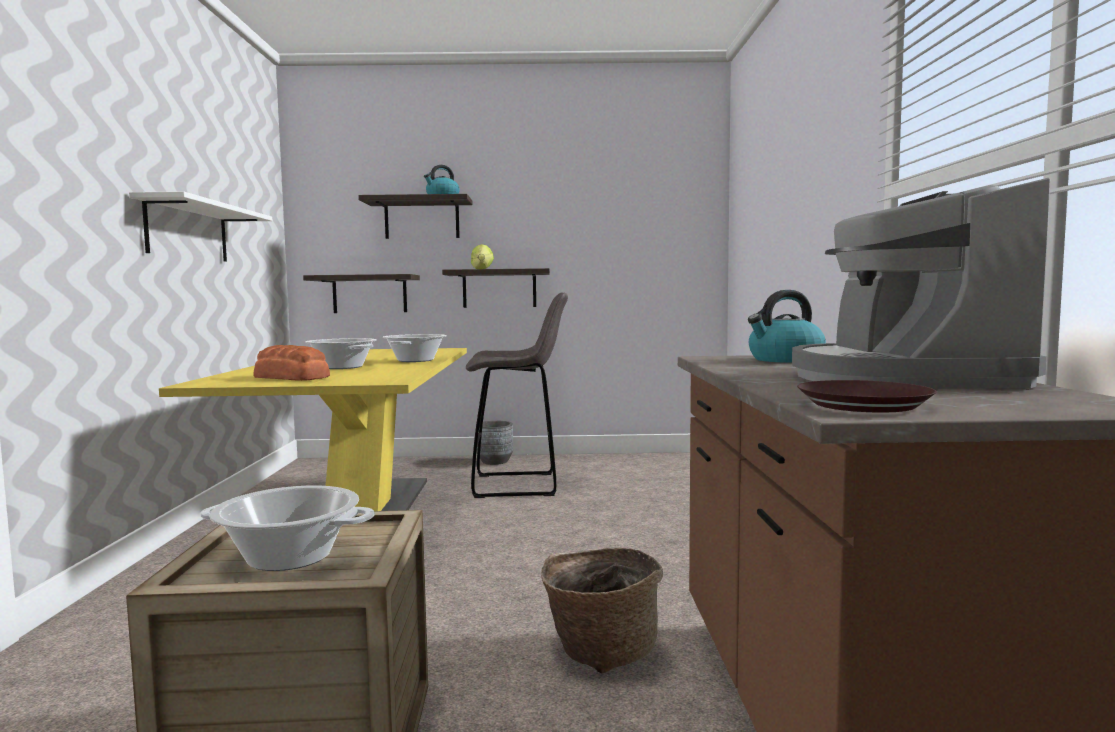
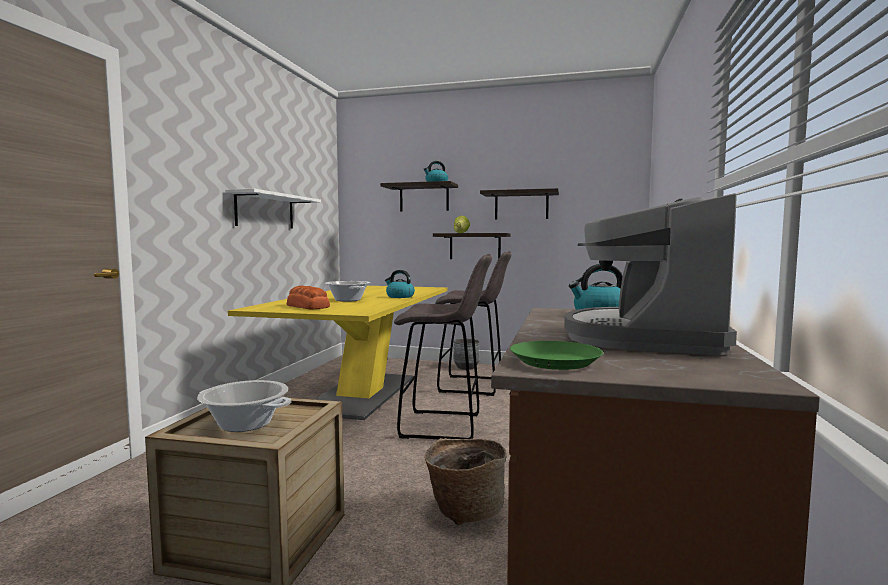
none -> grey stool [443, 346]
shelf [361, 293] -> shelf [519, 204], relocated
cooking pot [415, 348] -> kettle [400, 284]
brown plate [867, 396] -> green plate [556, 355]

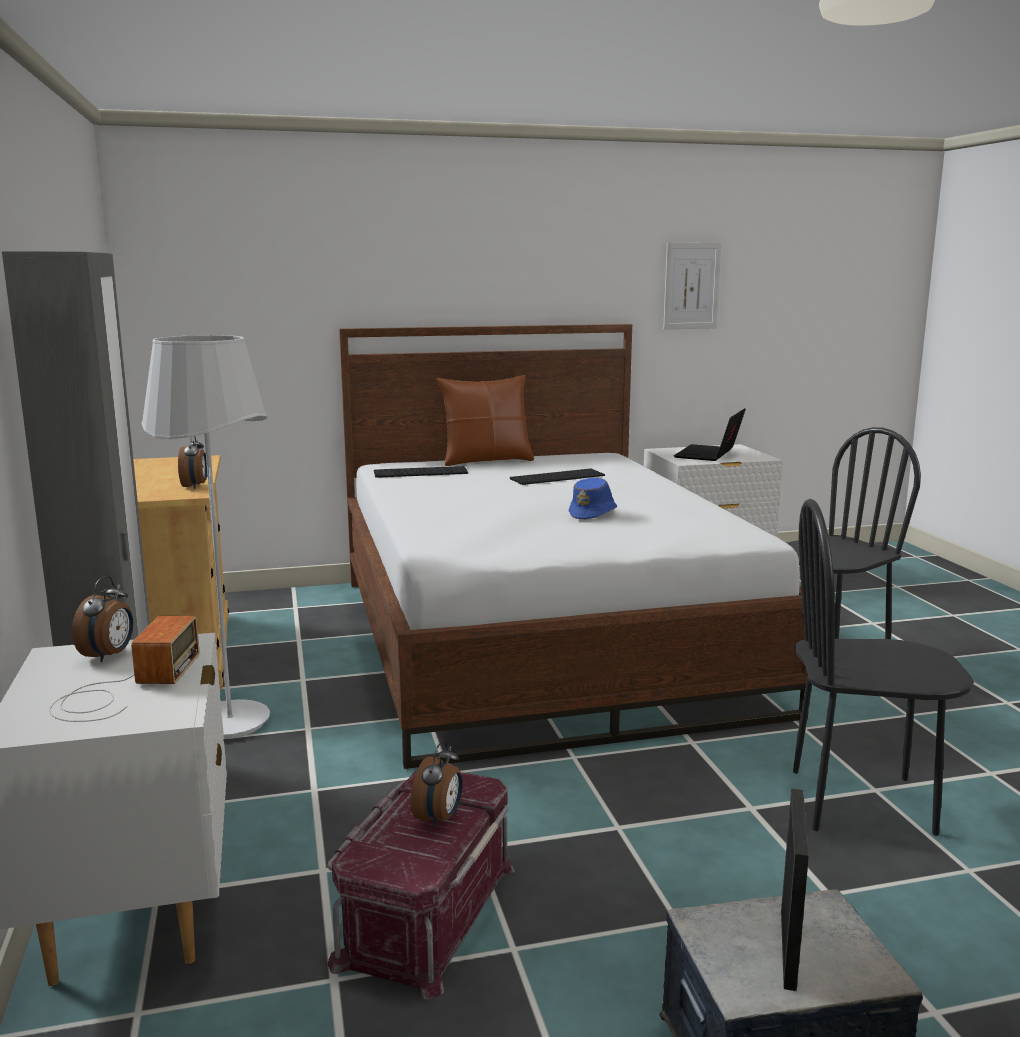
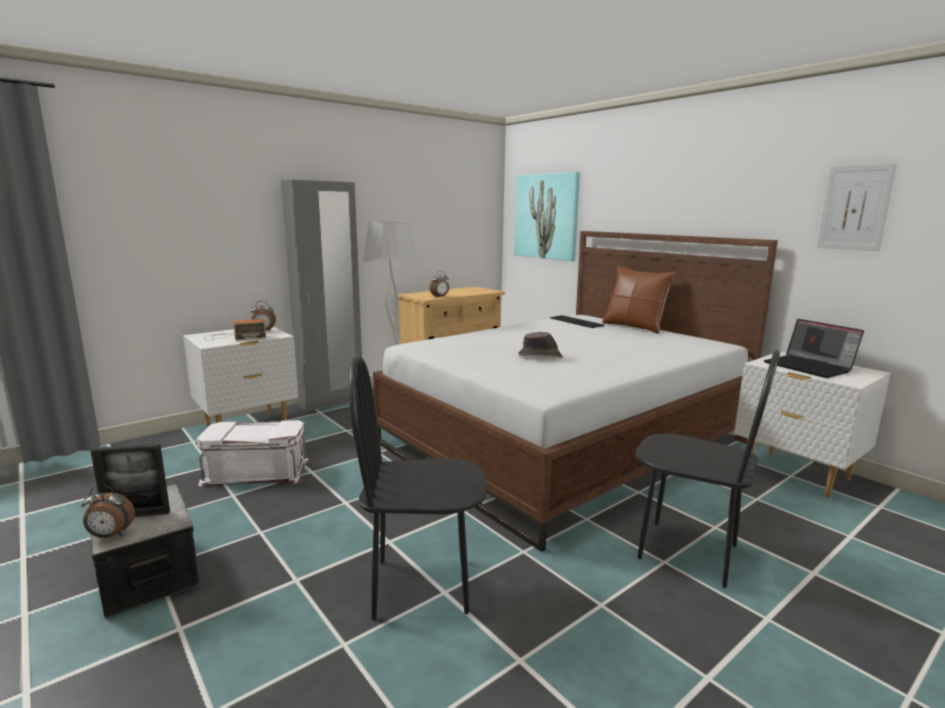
keyboard [557, 476] -> none
none -> picture [547, 216]
alarm clock [437, 784] -> alarm clock [108, 511], relocated
red storage box [421, 885] -> white storage box [253, 453]
blue hat [593, 498] -> brown hat [540, 345]
laptop [710, 434] -> laptop [814, 348], 120 degrees counterclockwise
black chair [883, 667] -> black chair [418, 487], 75 degrees counterclockwise

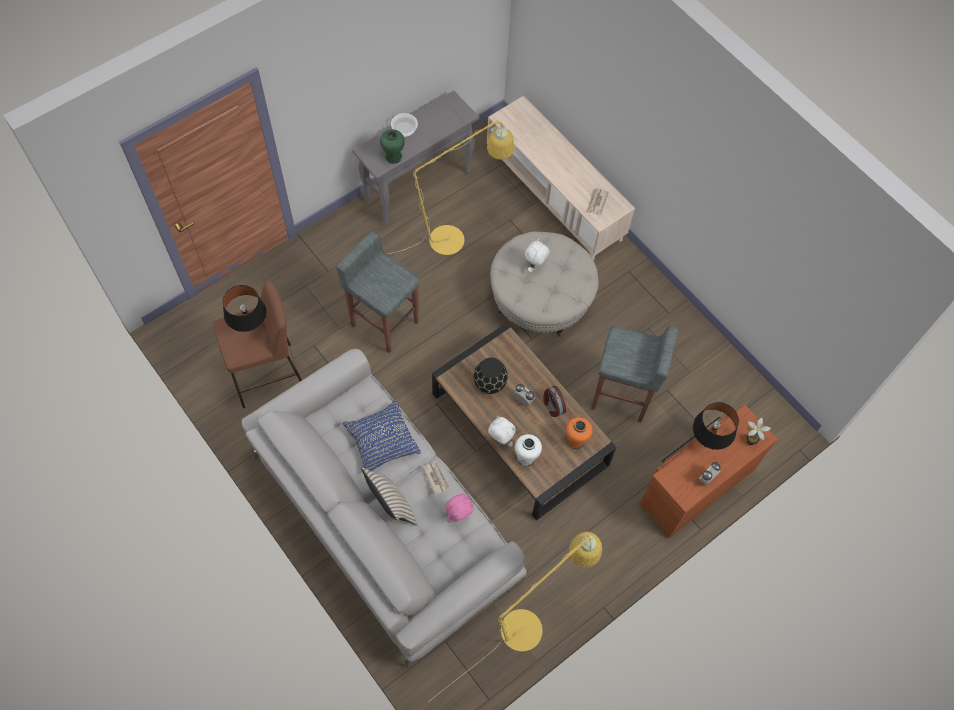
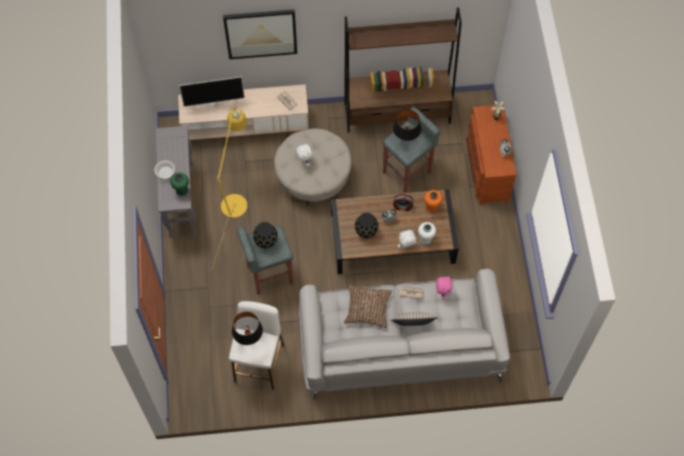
yellow floor lamp [515, 617] -> none
none -> television [212, 92]
none -> picture [260, 34]
none -> black vase [265, 235]
none -> brown bookcase [403, 69]
black table lamp [716, 426] -> black table lamp [407, 125], relocated
brown stool [257, 344] -> white stool [256, 345]
blue pillow [382, 435] -> brown pillow [368, 306]

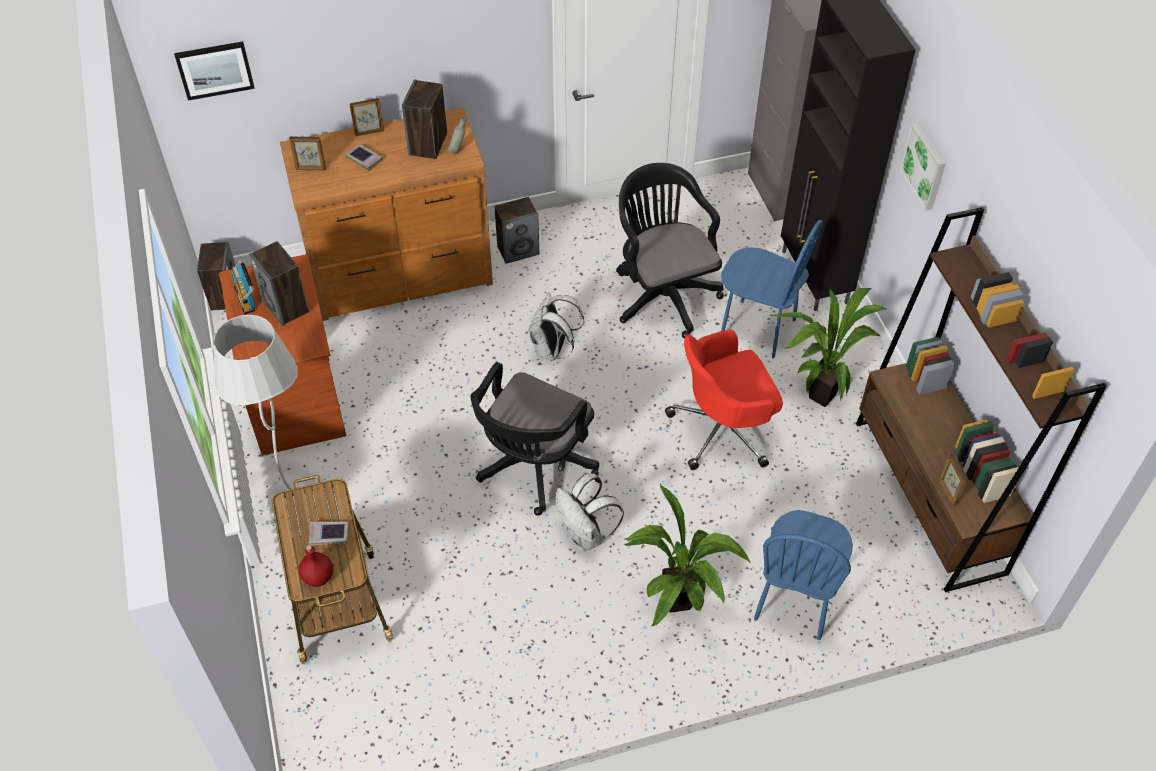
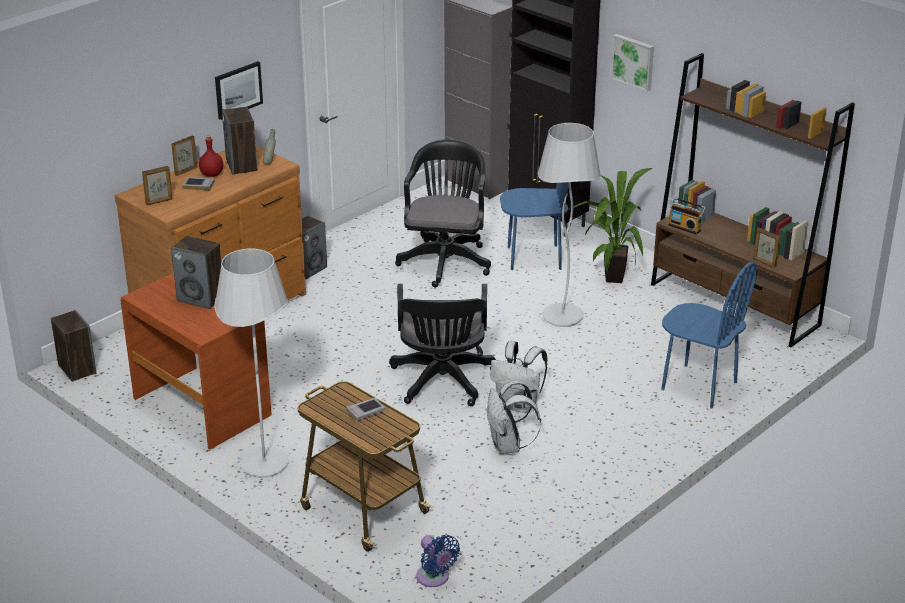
potted plant [687, 555] -> none
none -> blue fan [438, 561]
picture [214, 71] -> picture [239, 90], relocated
radio [243, 287] -> radio [687, 216], relocated
red bottle [315, 566] -> red bottle [211, 156], relocated
white backpack [556, 326] -> white backpack [514, 417], relocated
red office chair [724, 400] -> white floor lamp [569, 225]
black office chair [670, 250] -> black office chair [443, 213], 60 degrees clockwise
blue chair [803, 575] -> blue chair [709, 335], 45 degrees counterclockwise

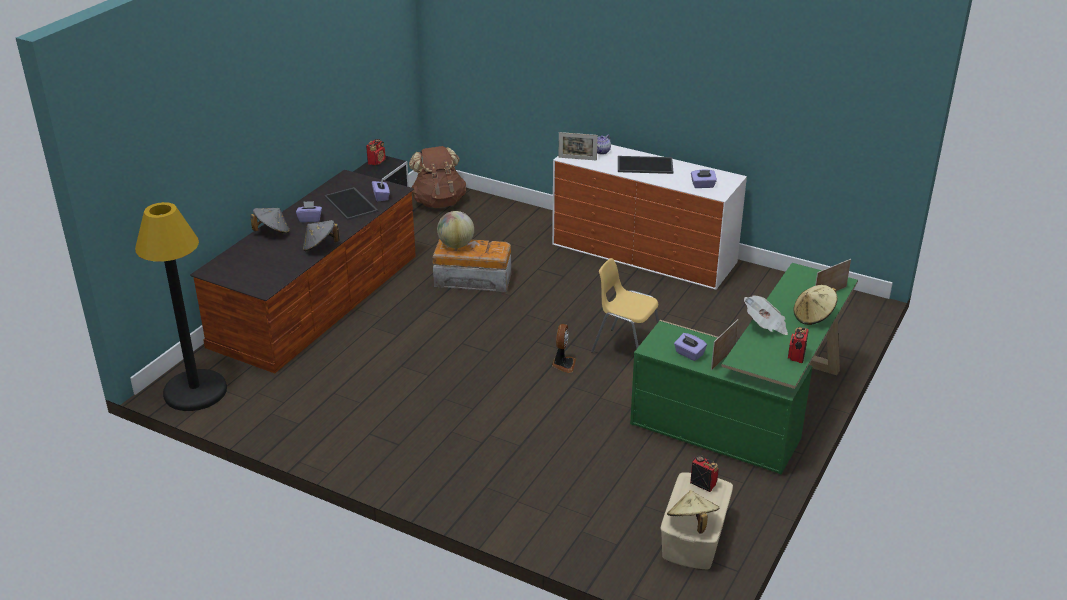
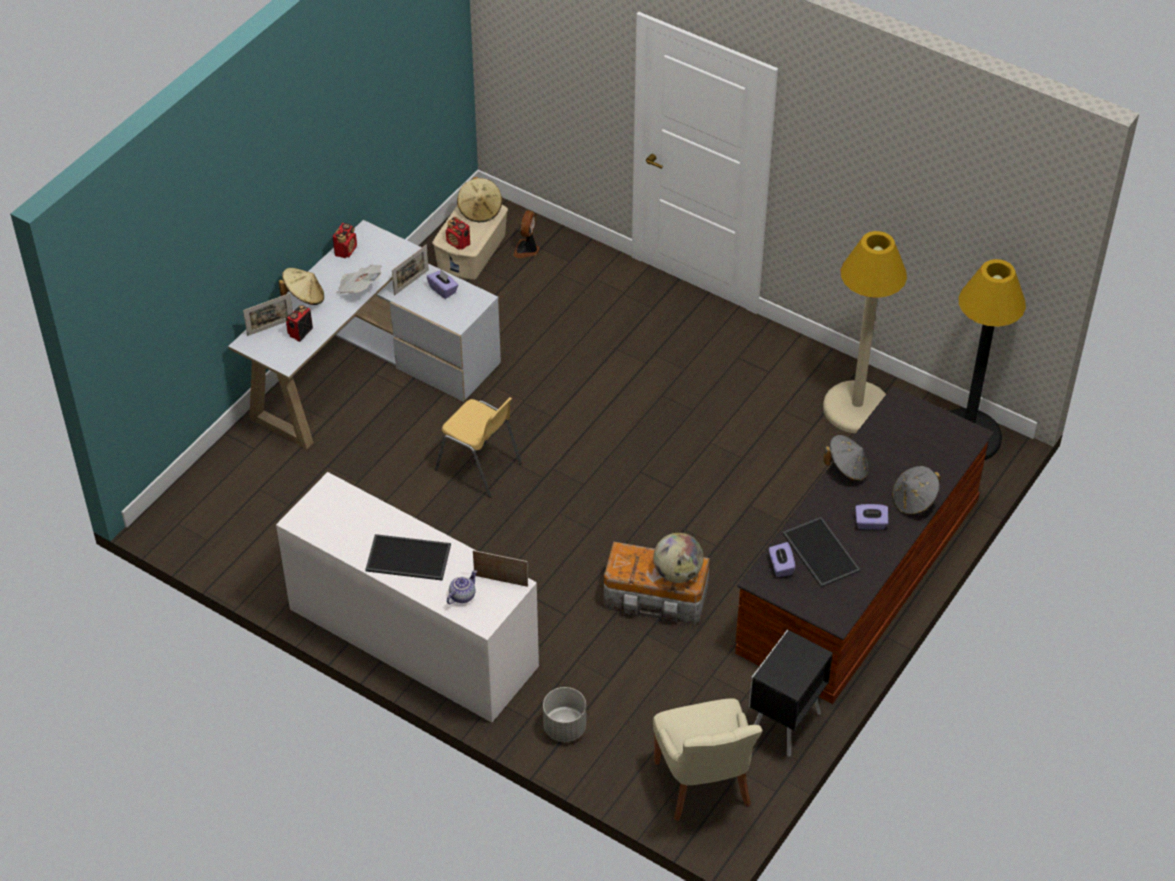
purple tissue box [704, 179] -> none
none -> grey planter [564, 714]
none -> beige floor lamp [865, 332]
radio [376, 152] -> radio [299, 323], relocated
fan [564, 348] -> fan [526, 234], relocated
brown backpack [437, 177] -> beige chair [708, 759]
green desk [744, 368] -> white desk [364, 334]

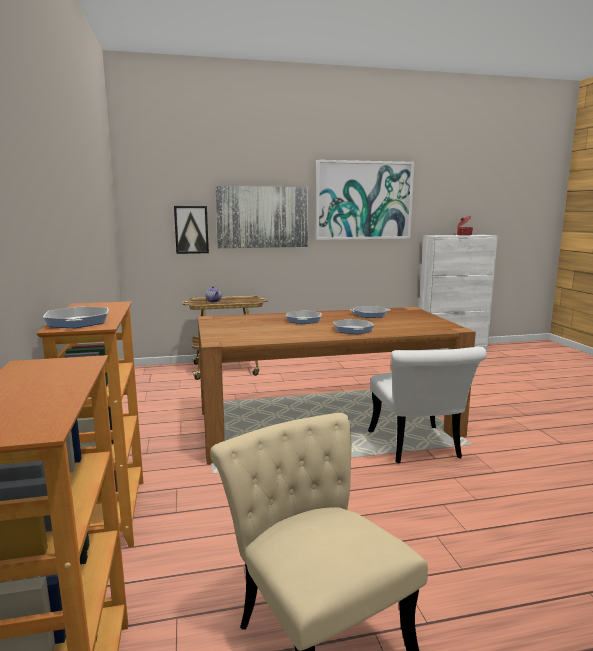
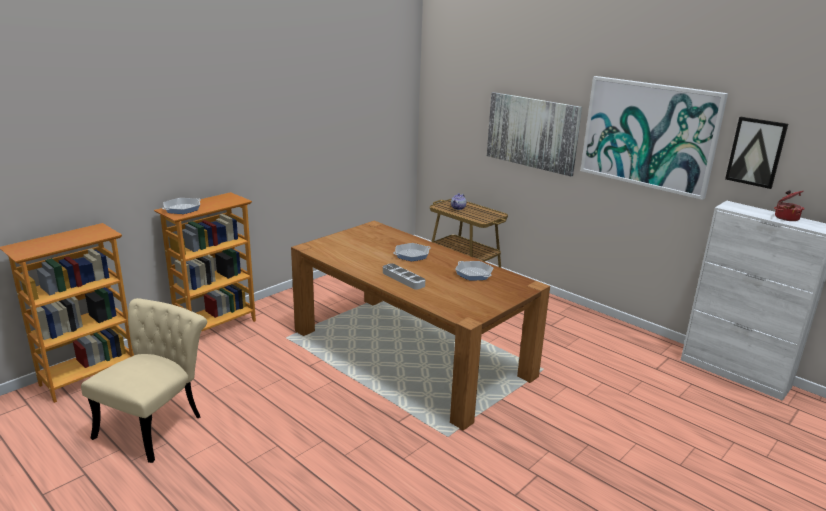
white chair [427, 405] -> none
picture [191, 230] -> picture [756, 153], relocated
frying pan [353, 326] -> grey tray [404, 276]

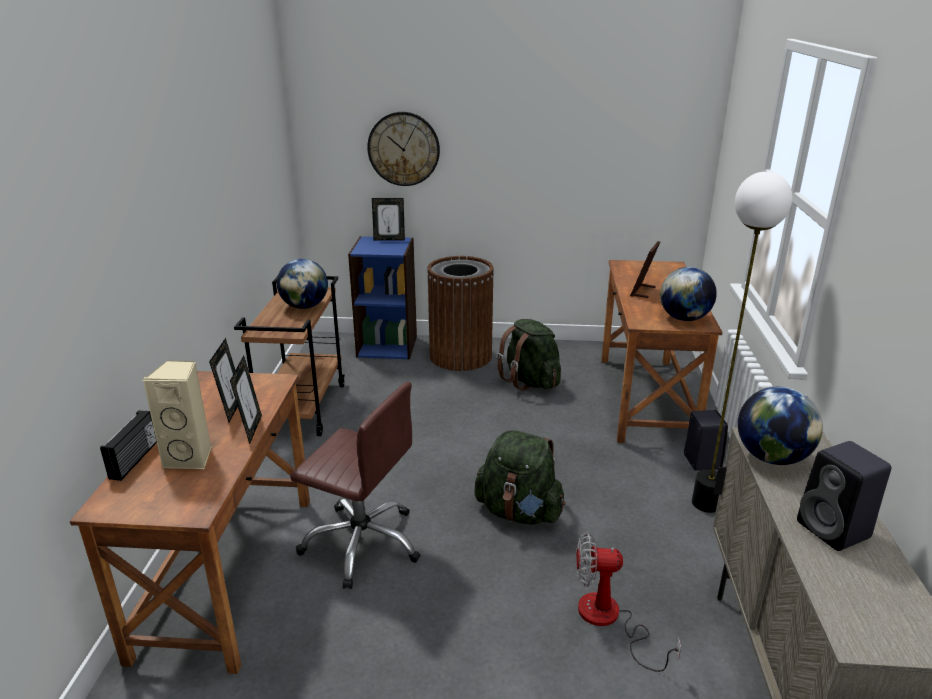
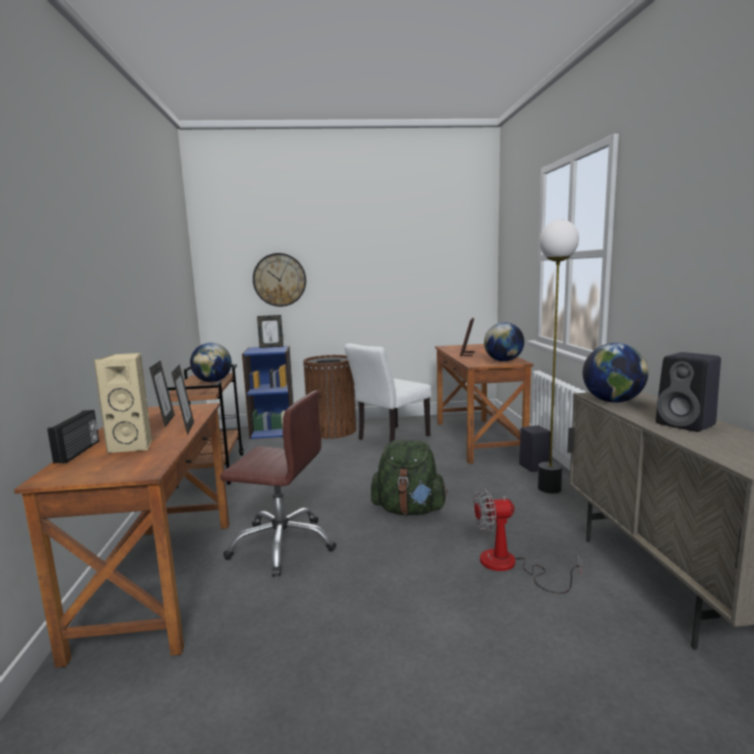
green backpack [529, 355] -> white chair [388, 392]

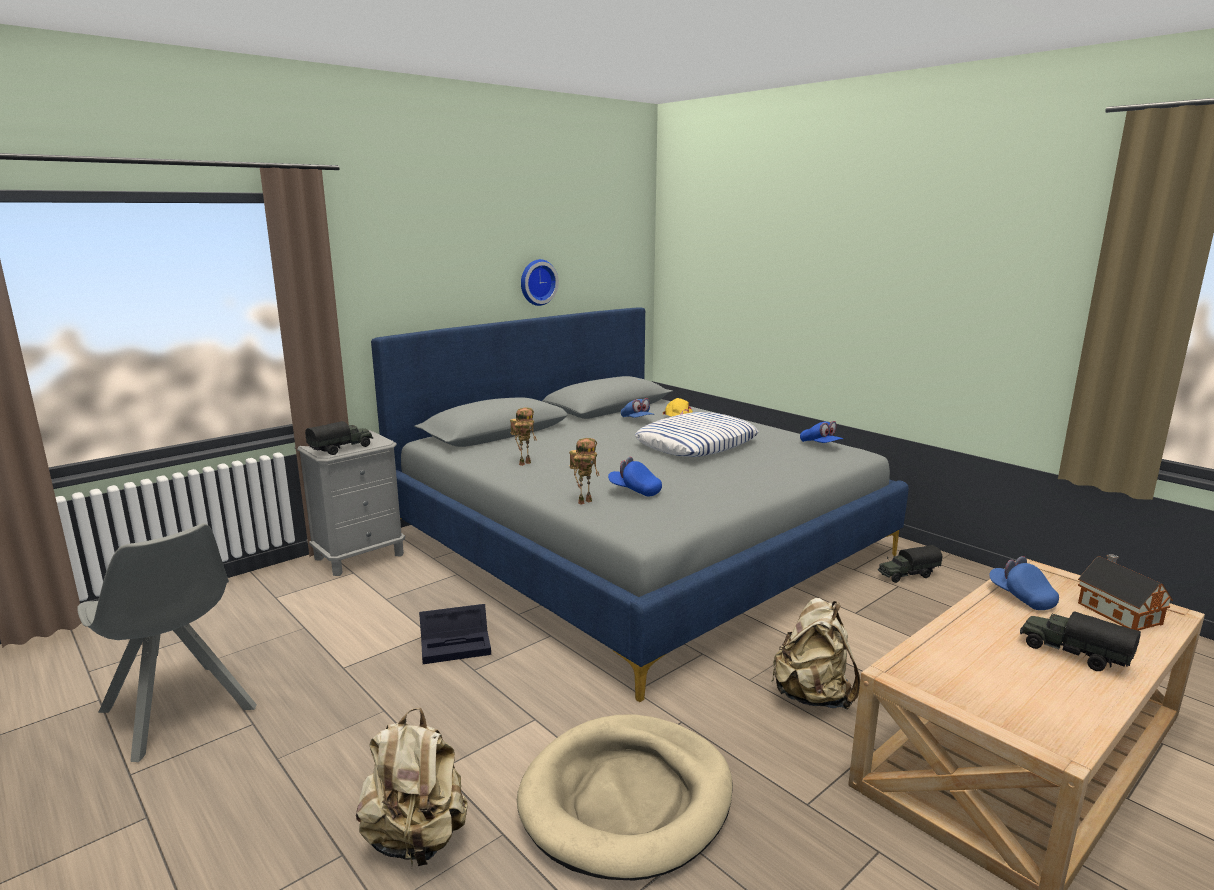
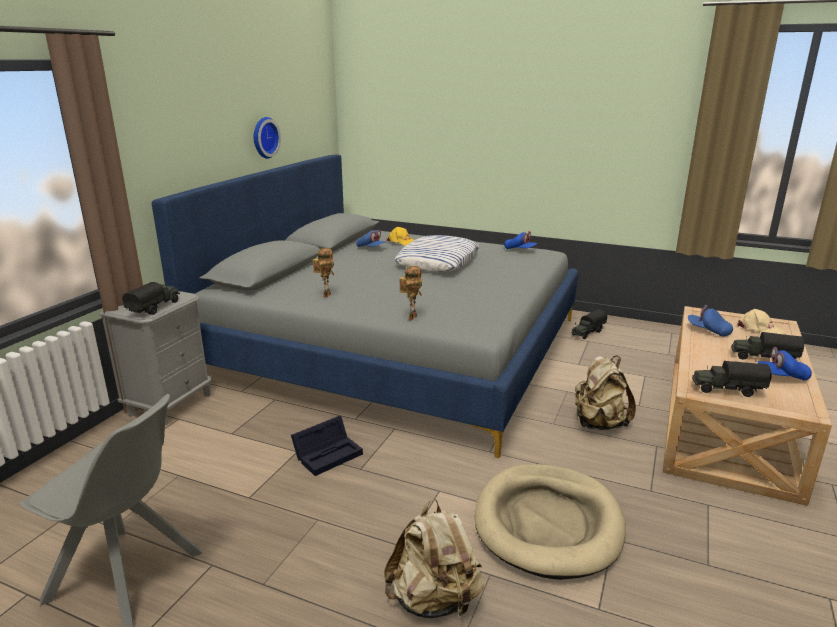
none -> toy truck [732, 379]
blue cap [635, 476] -> blue cap [785, 364], relocated
toy house [1125, 592] -> beige cap [761, 321]

